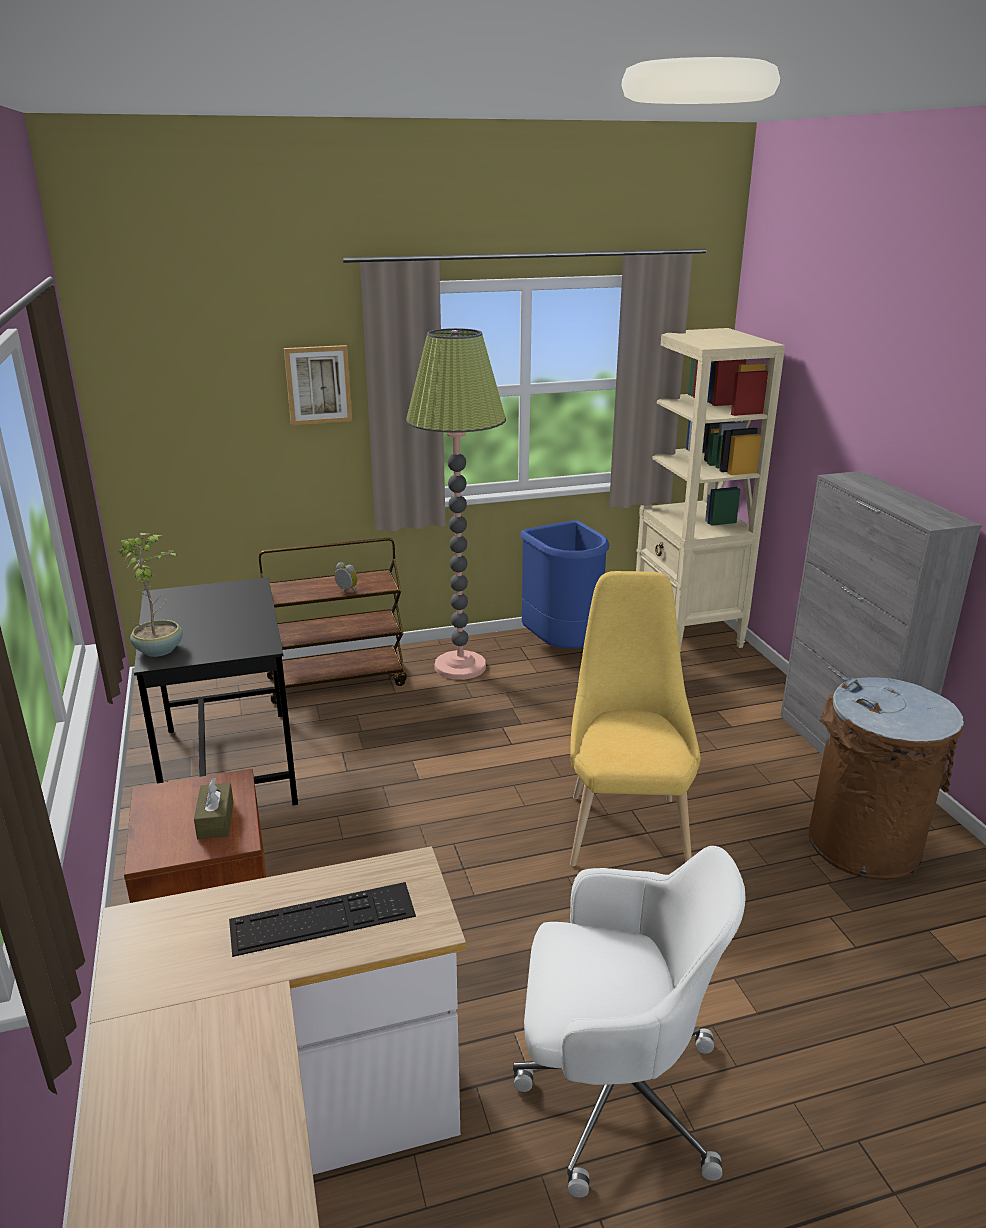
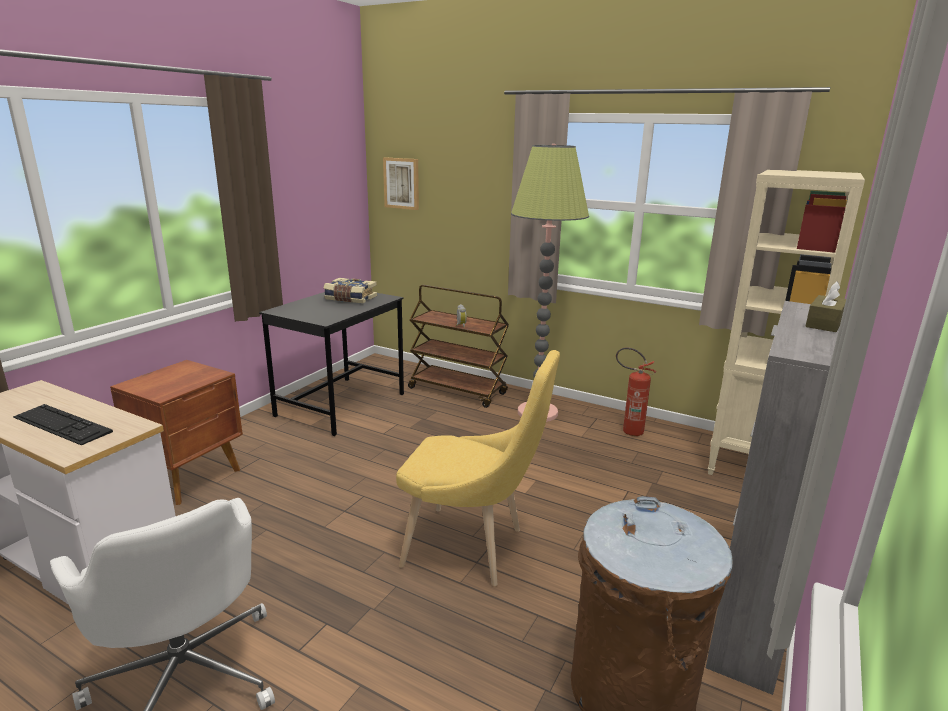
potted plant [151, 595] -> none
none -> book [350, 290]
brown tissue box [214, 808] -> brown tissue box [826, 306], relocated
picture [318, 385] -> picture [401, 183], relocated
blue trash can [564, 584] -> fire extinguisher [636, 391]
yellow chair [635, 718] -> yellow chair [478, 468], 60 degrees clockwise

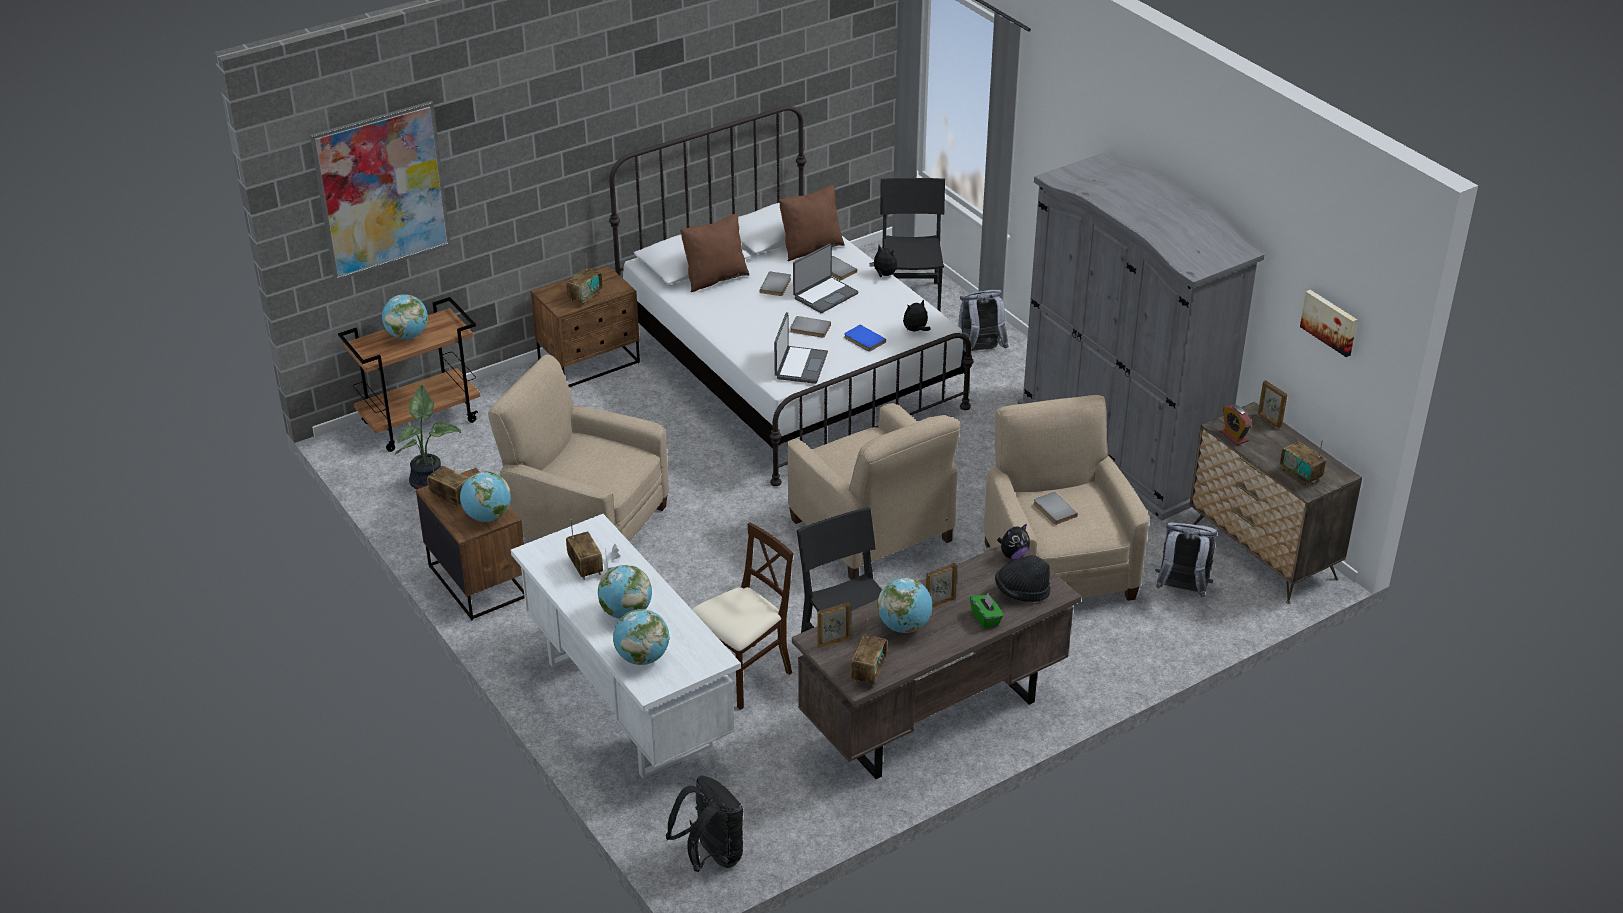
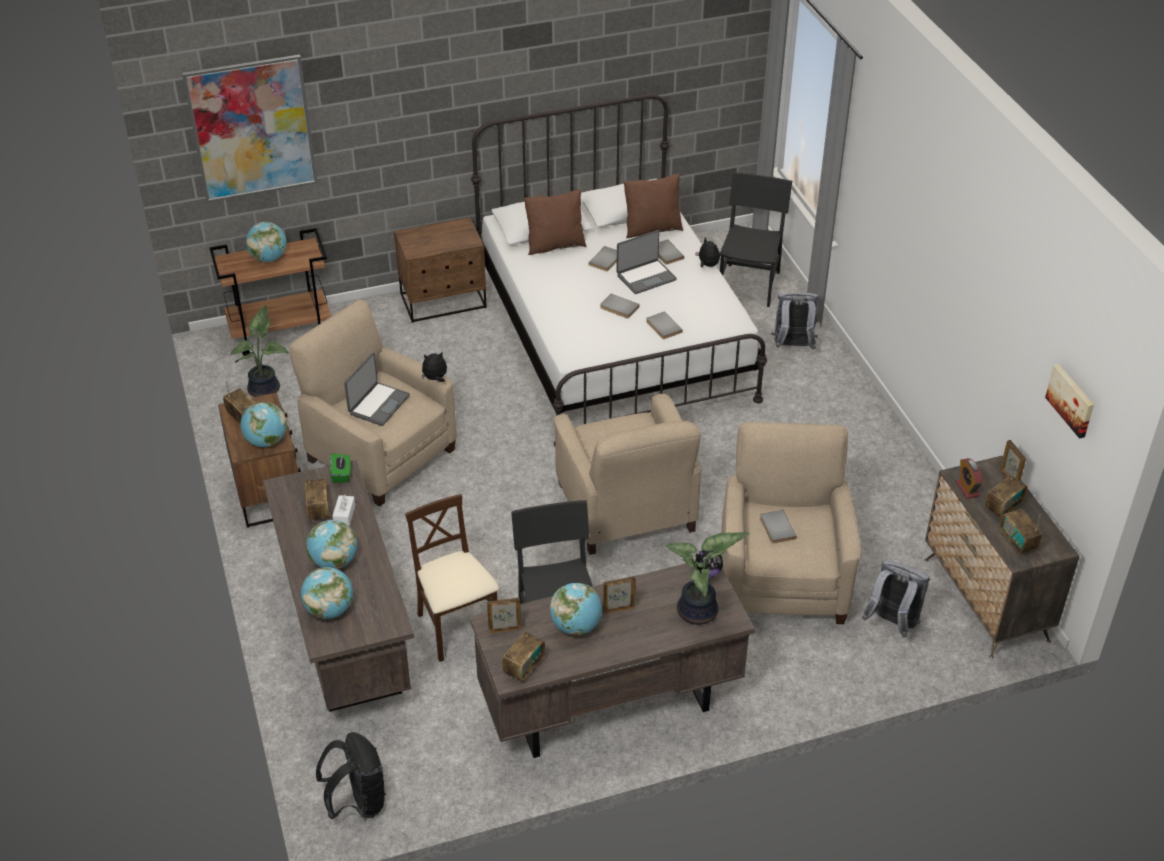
grey wardrobe [1140, 337] -> none
radio [584, 279] -> radio [1006, 491], relocated
laptop [801, 348] -> laptop [377, 389], relocated
plush toy [917, 315] -> plush toy [434, 367], relocated
green tissue box [986, 610] -> green tissue box [340, 468], relocated
black hat [1022, 578] -> potted plant [707, 578]
white desk [626, 646] -> brown desk [338, 586]
blue book [865, 338] -> grey book [664, 325]
beige chair [743, 616] -> beige chair [452, 578], 90 degrees counterclockwise

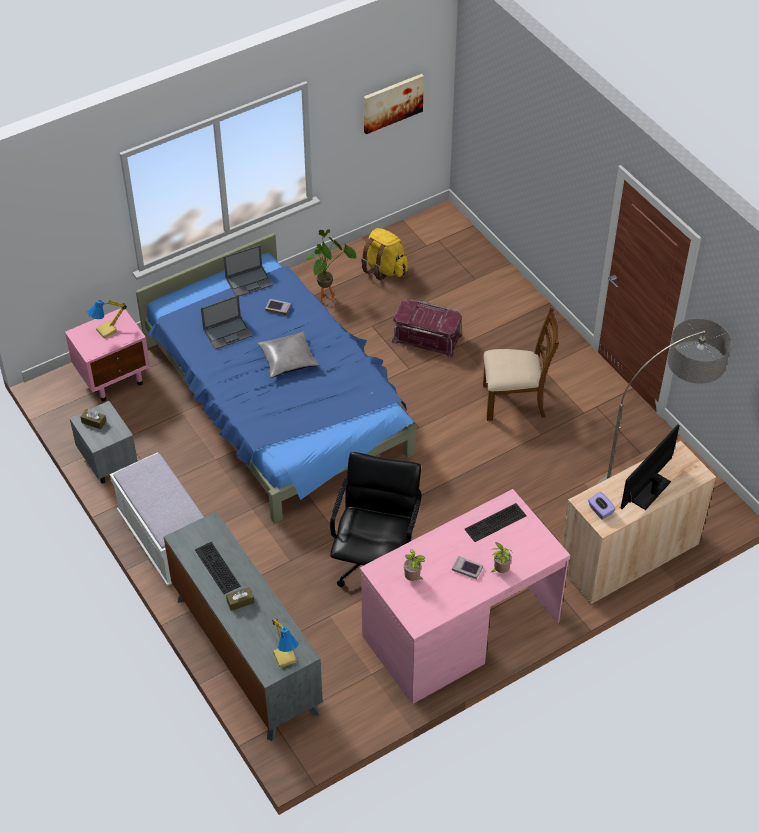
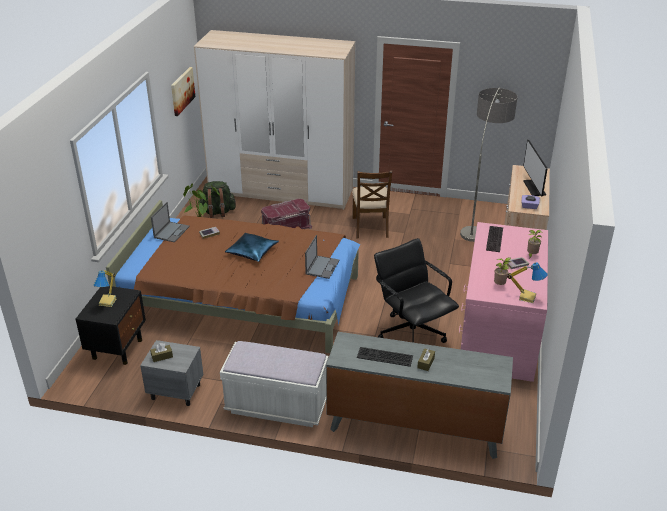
none -> wardrobe [274, 120]
laptop [227, 322] -> laptop [322, 257], relocated
table lamp [285, 643] -> table lamp [527, 282], relocated
pink nightstand [107, 355] -> black nightstand [110, 325]
blue bed [276, 378] -> brown bed [233, 276]
grey pillow [288, 355] -> blue pillow [252, 247]
yellow backpack [384, 254] -> green backpack [217, 199]
brown chair [521, 364] -> brown chair [372, 204], 135 degrees clockwise

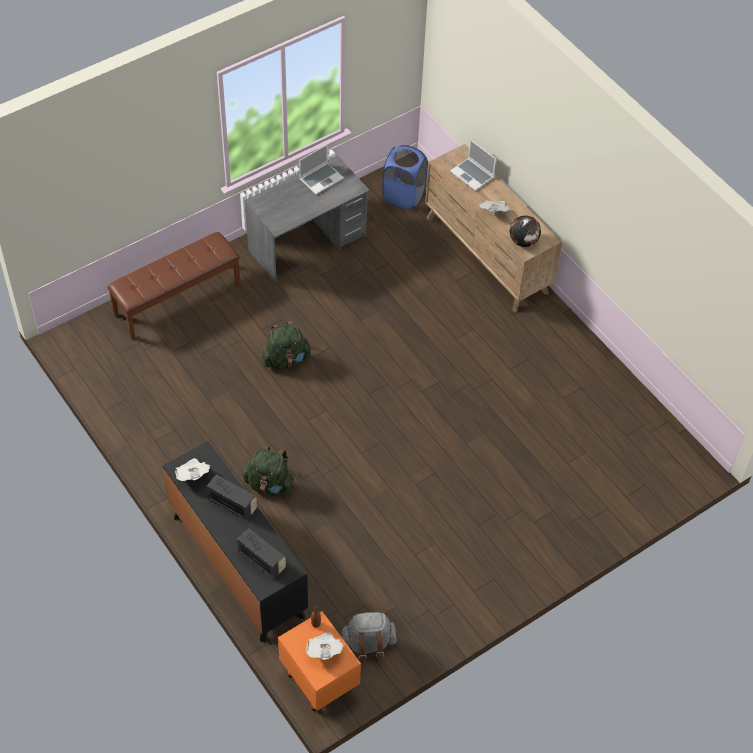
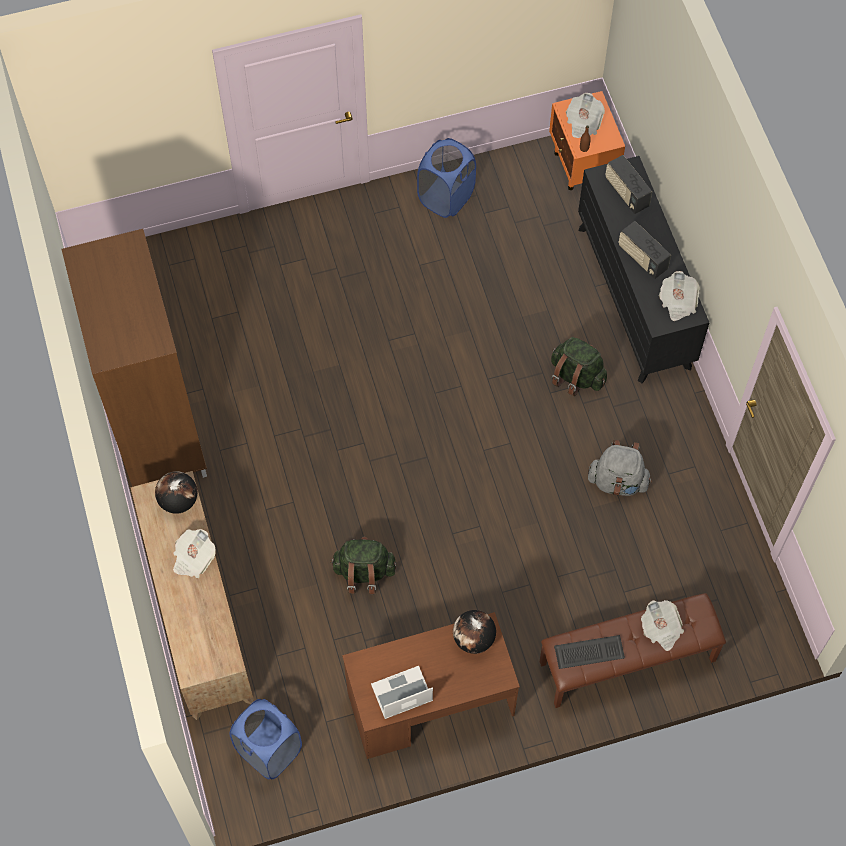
laptop [473, 165] -> none
none -> brown wardrobe [134, 358]
none -> blue laundry basket [446, 178]
none -> globe [474, 632]
none -> keyboard [589, 652]
none -> newspaper [662, 625]
green backpack [286, 345] -> green backpack [363, 565], relocated
grey backpack [369, 637] -> grey backpack [620, 468], relocated
grey desk [307, 219] -> brown desk [431, 685]

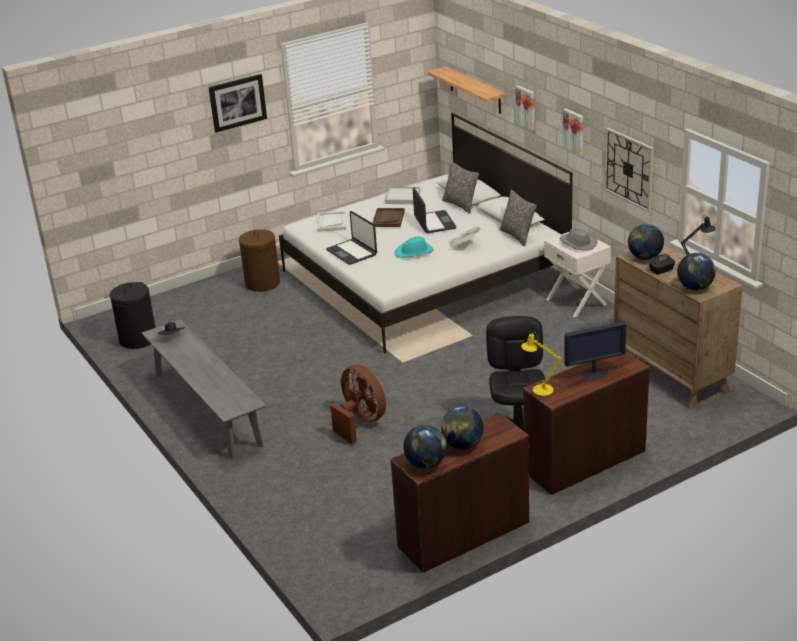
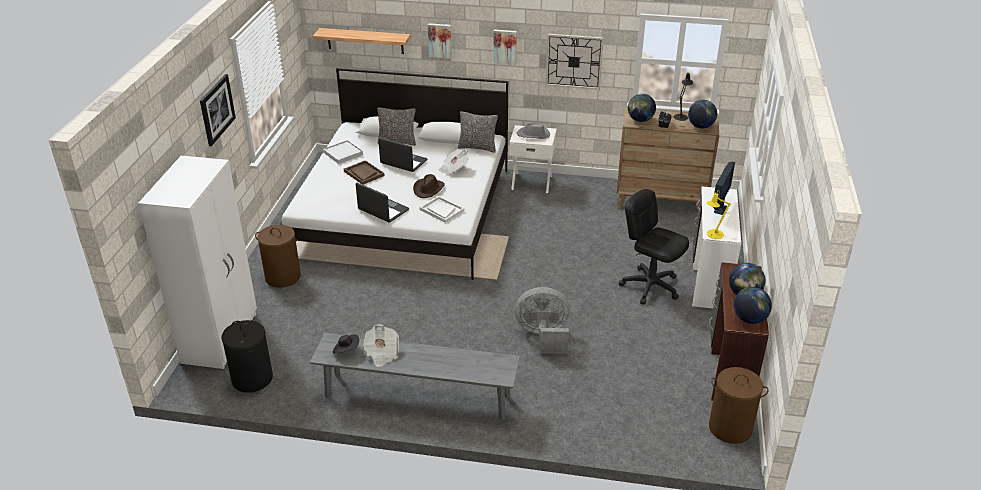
none -> white wardrobe [197, 262]
none -> newspaper [381, 345]
none -> brown laundry basket [738, 405]
white tray [331, 221] -> white tray [441, 209], relocated
brown fan [358, 404] -> grey fan [542, 320]
turquoise hat [414, 247] -> brown hat [429, 186]
brown desk [586, 423] -> white desk [716, 247]
laptop [351, 238] -> laptop [382, 202], 150 degrees counterclockwise

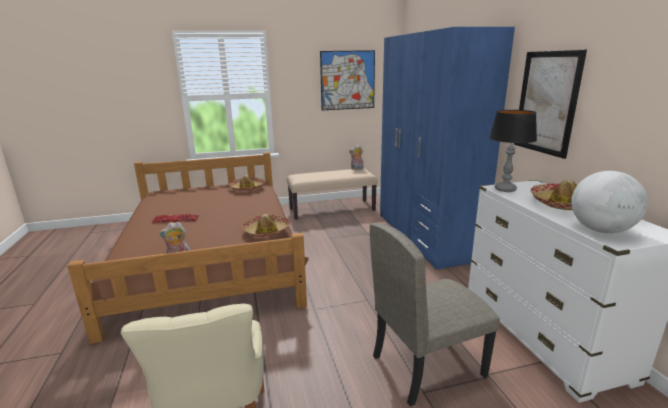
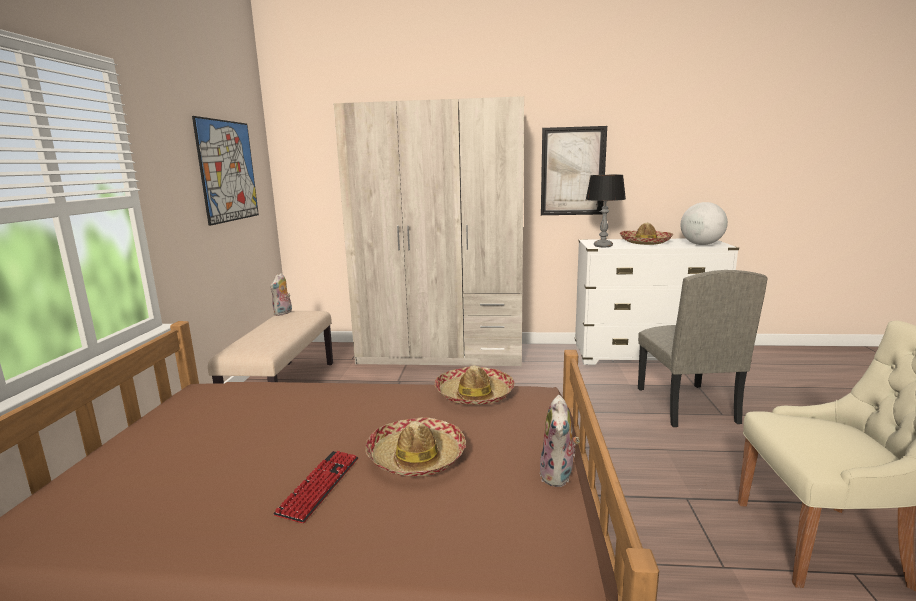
hat [247, 183] -> hat [416, 446], relocated
blue wardrobe [447, 148] -> beige wardrobe [429, 231]

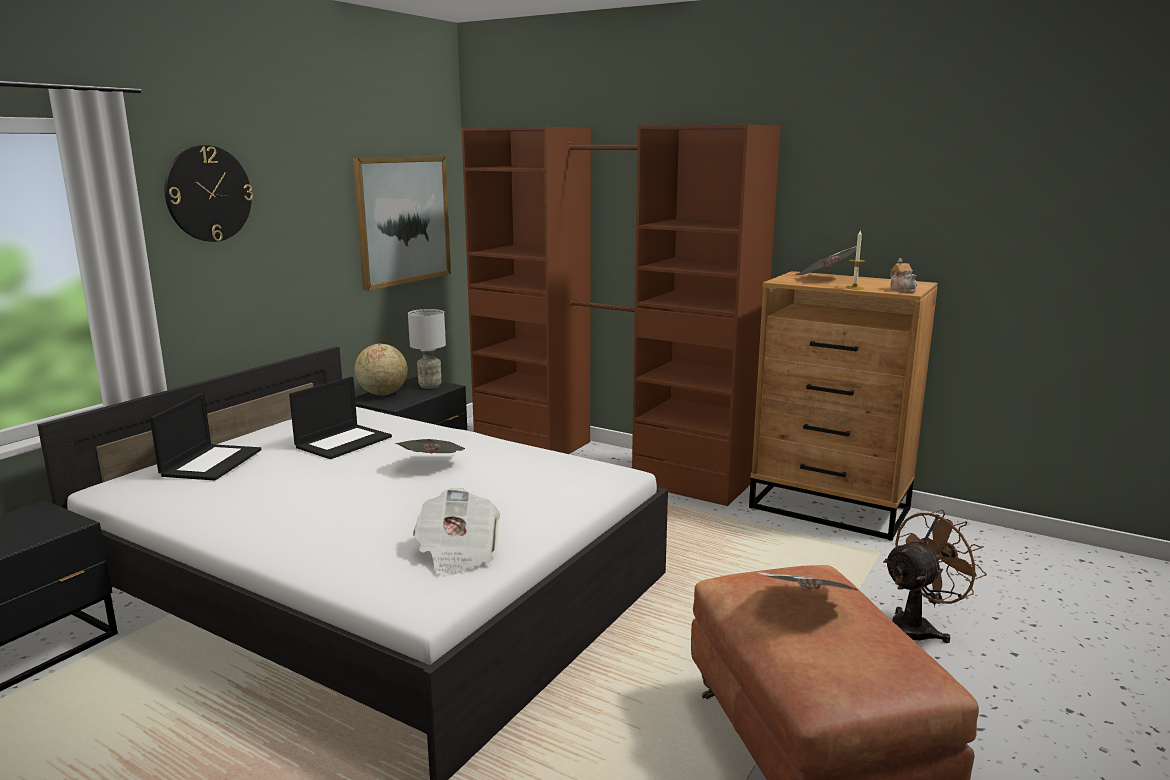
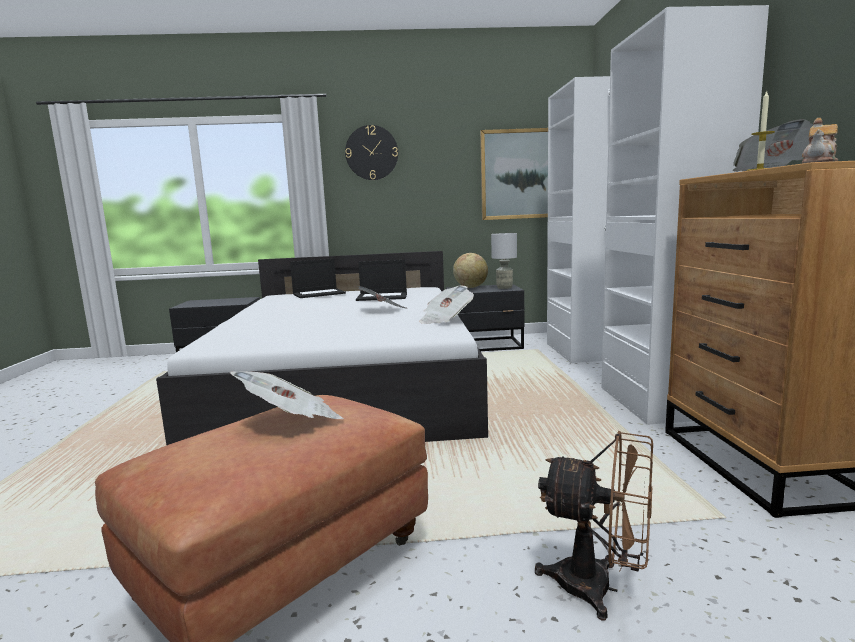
newspaper [456, 532] -> newspaper [446, 304], relocated
brown wardrobe [621, 315] -> white wardrobe [658, 215]

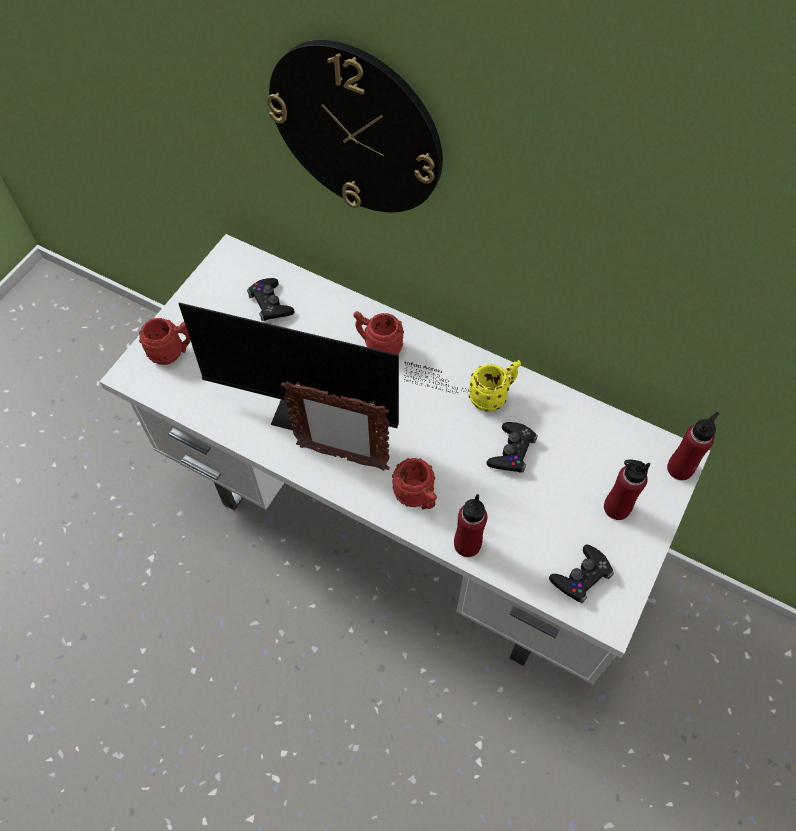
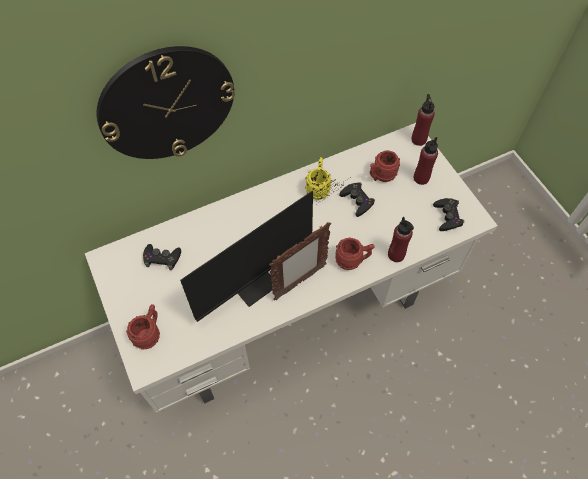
red mug [378, 332] -> red mug [385, 166], relocated

